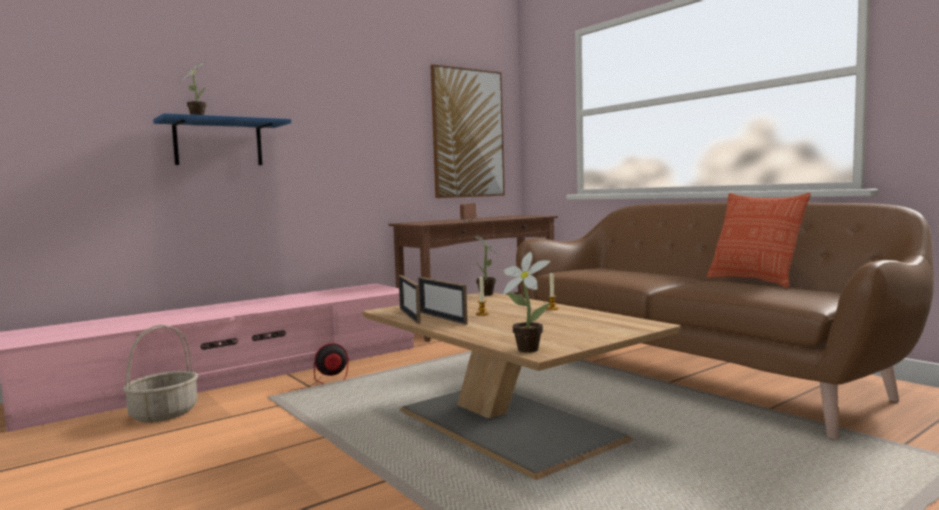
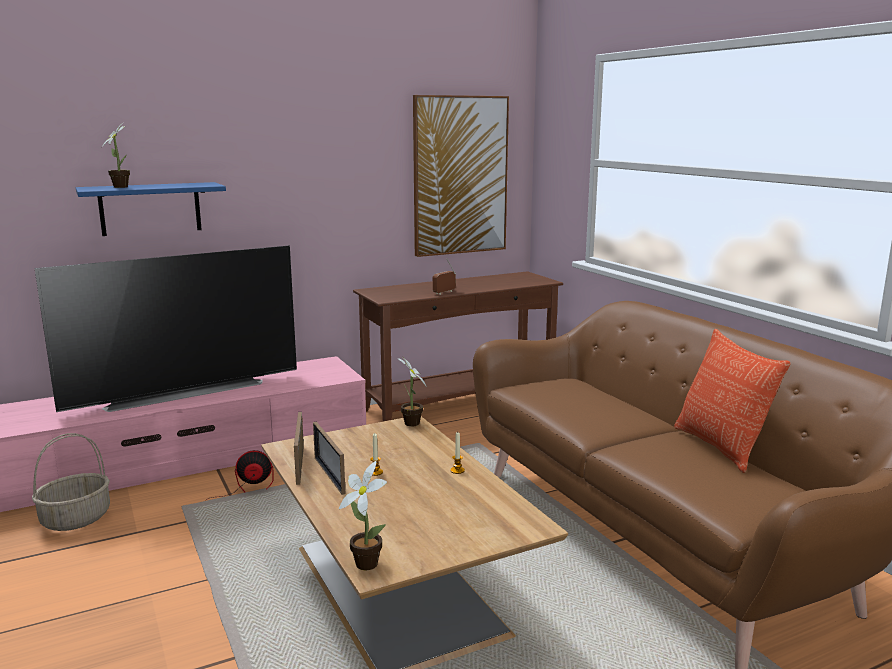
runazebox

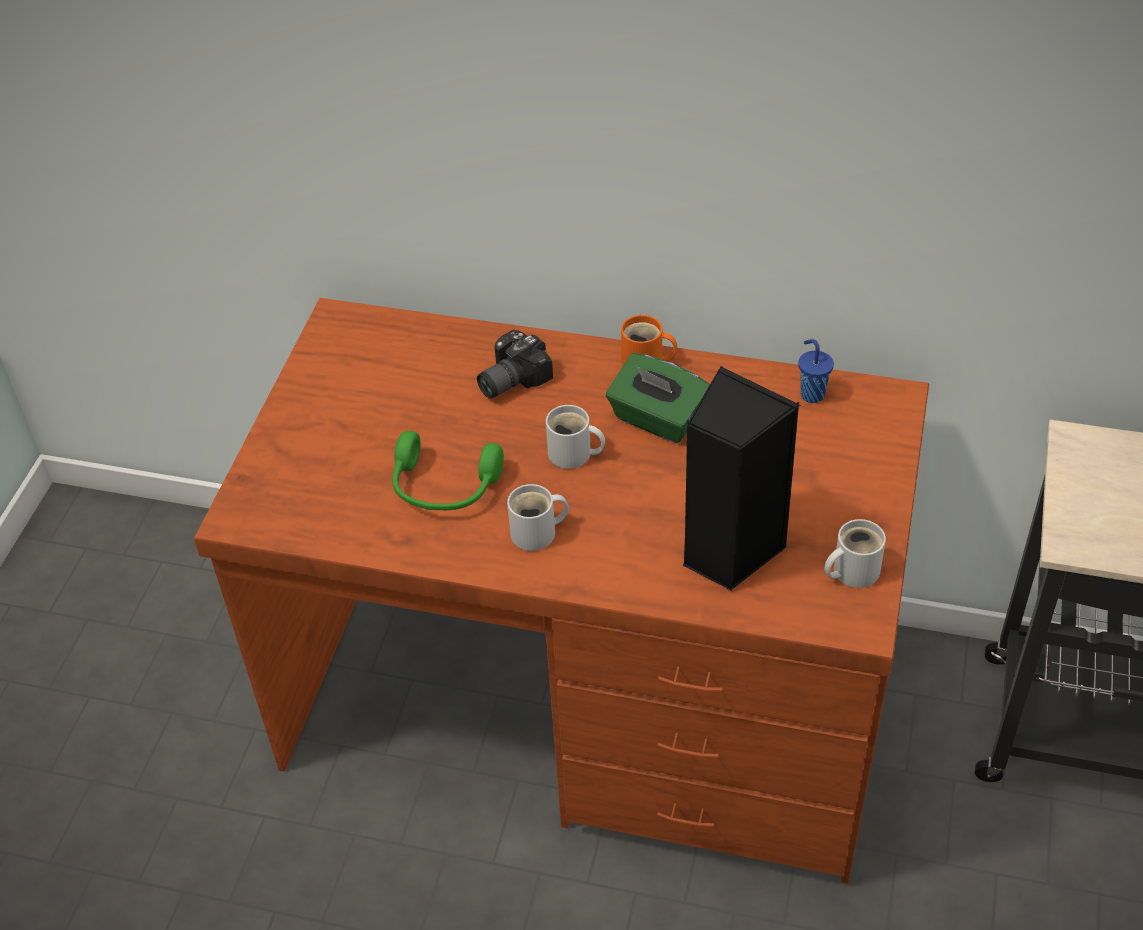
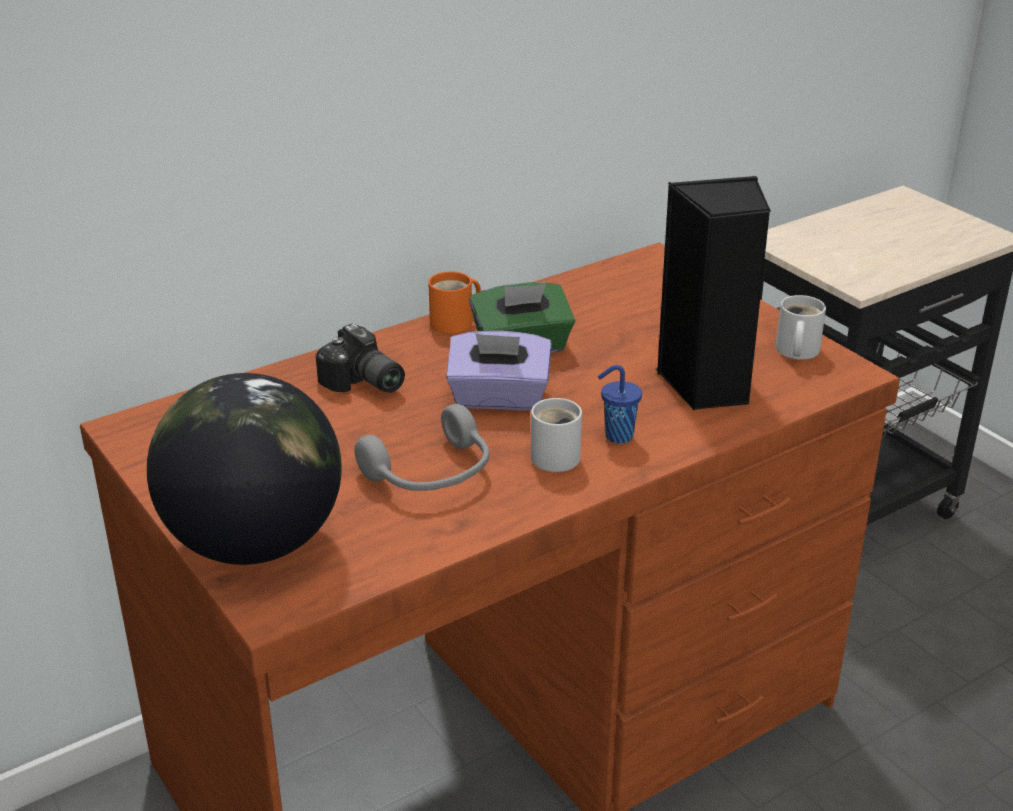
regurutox
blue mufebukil
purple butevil
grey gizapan
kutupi

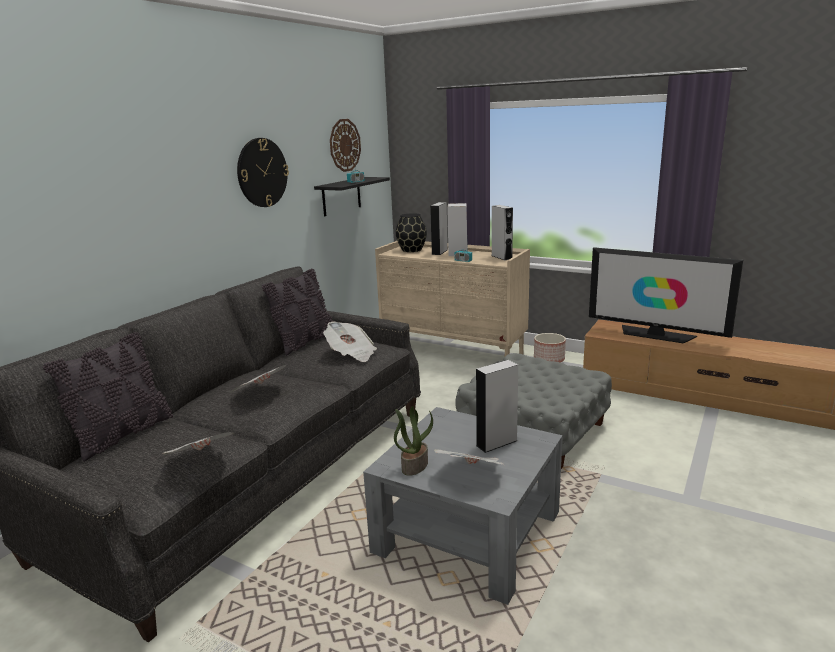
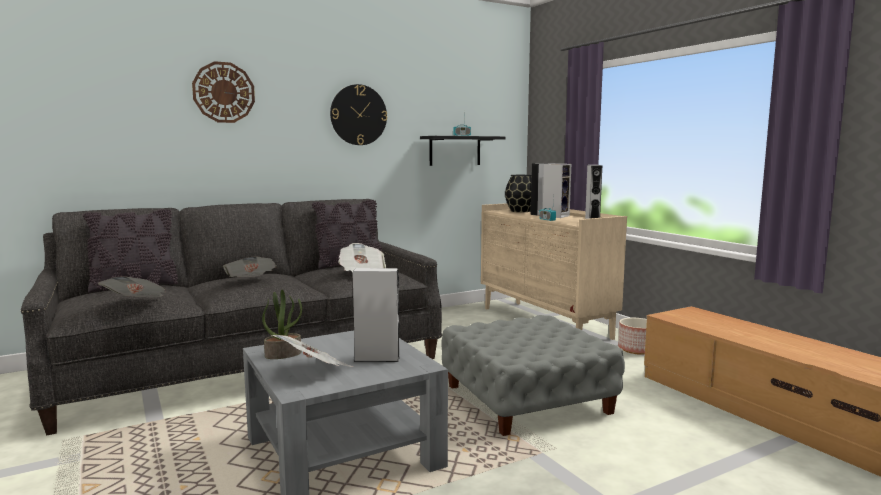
runazebox
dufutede (1st from left)

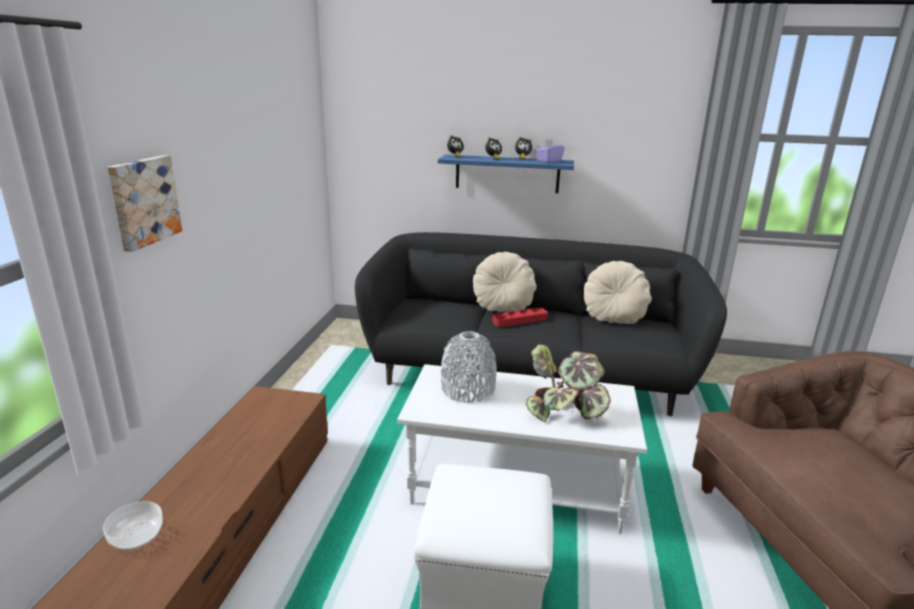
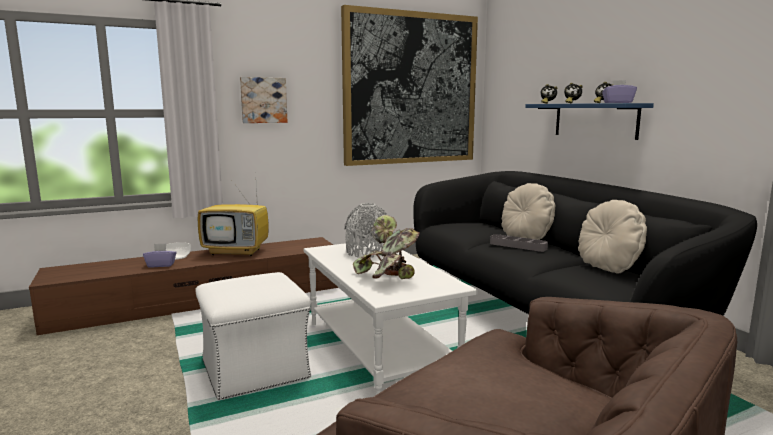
purple butevil (1st from left)
runazebox
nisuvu (2nd from left)
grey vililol

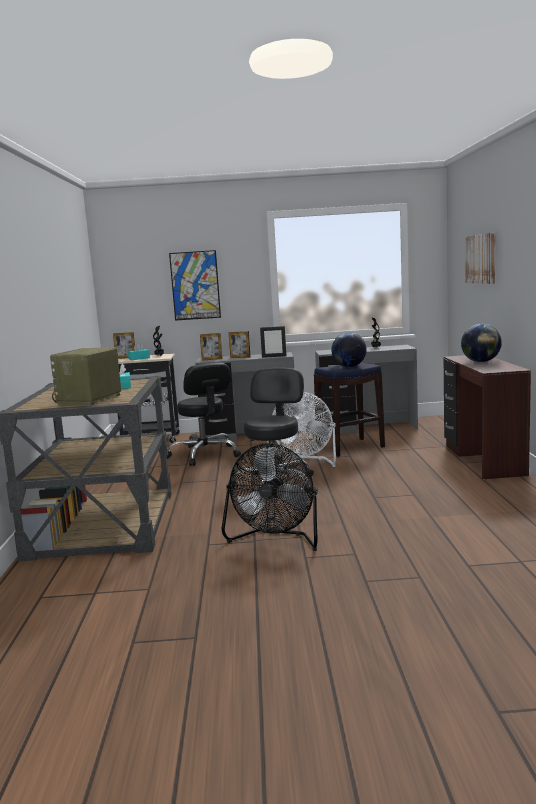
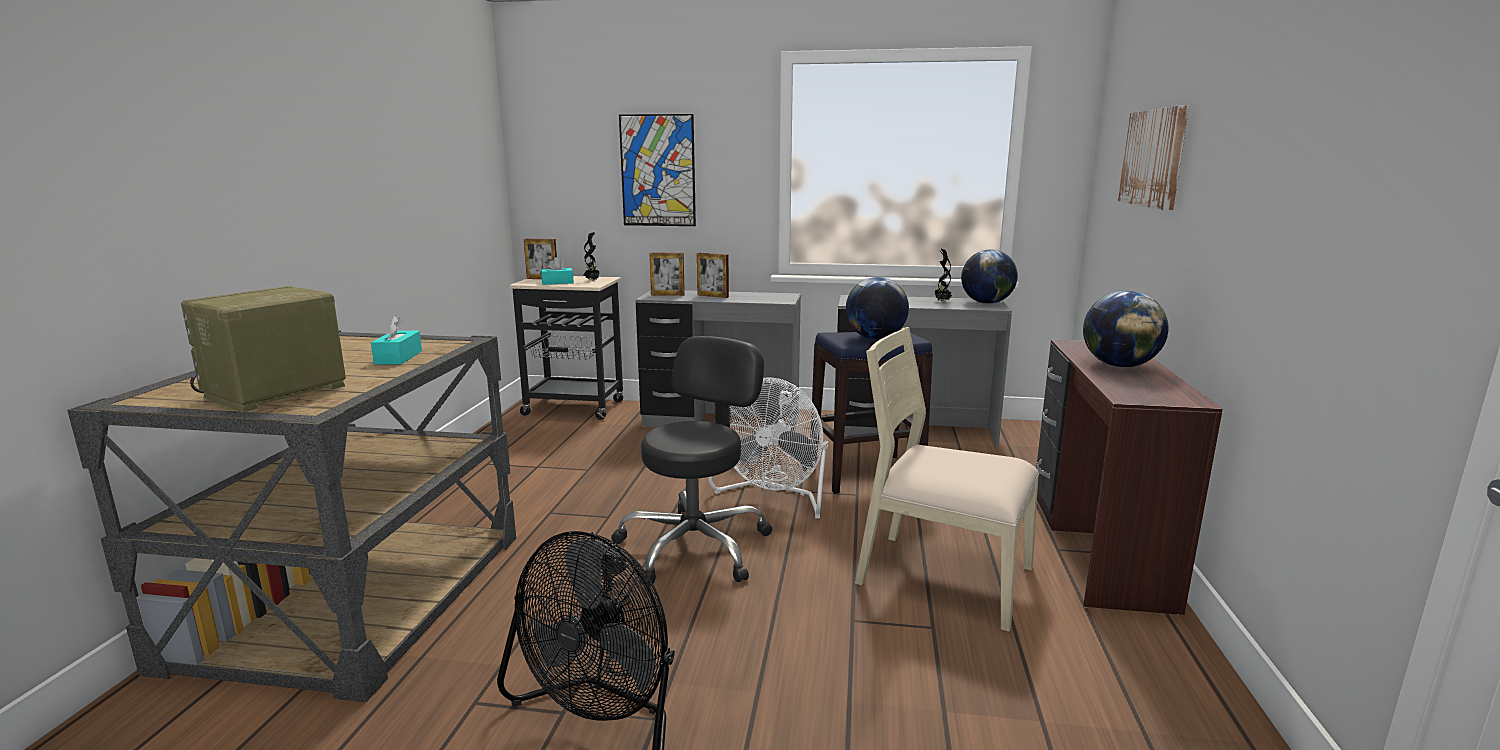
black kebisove (1st from left in the first image)
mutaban (4th from left in the first image)
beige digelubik
regurutox (2nd from left)

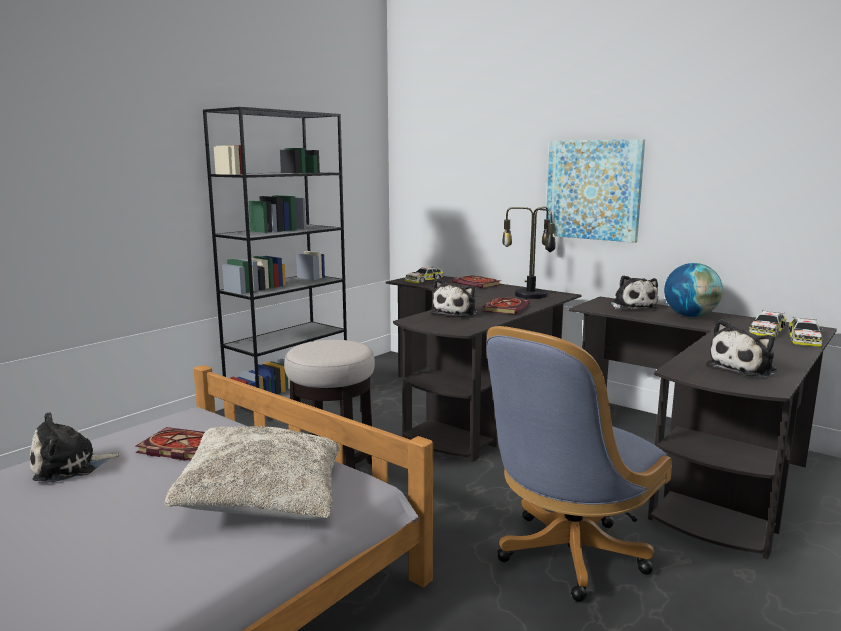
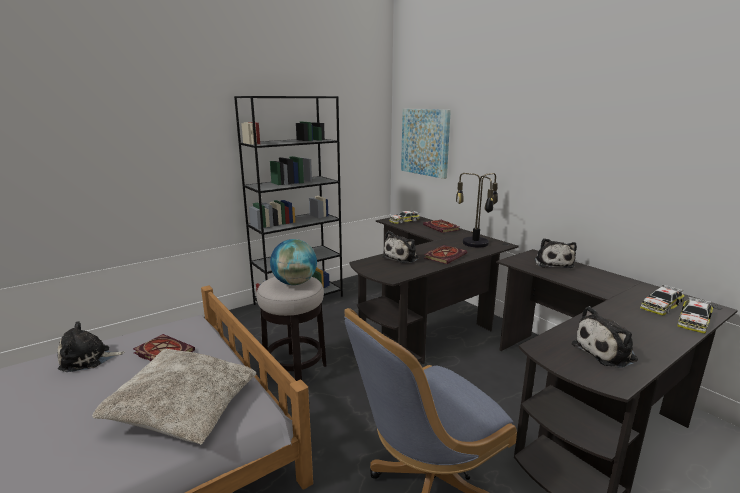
nisuvu
regurutox

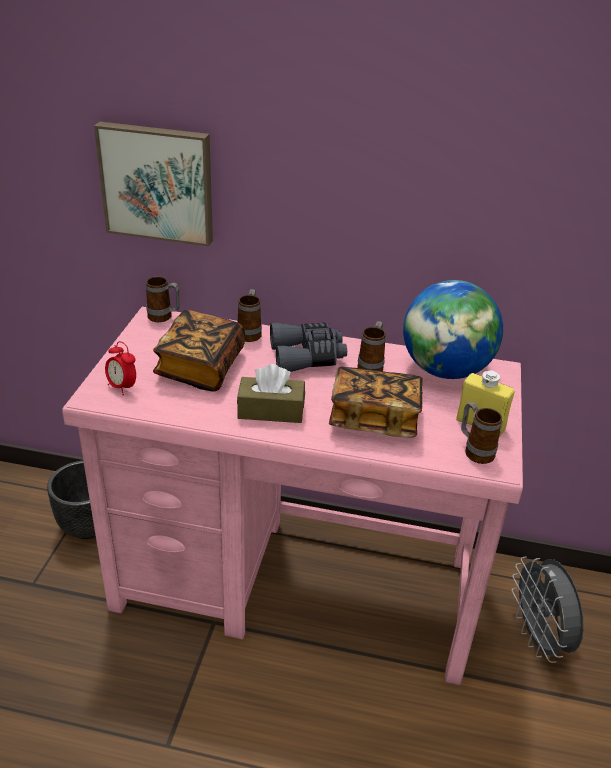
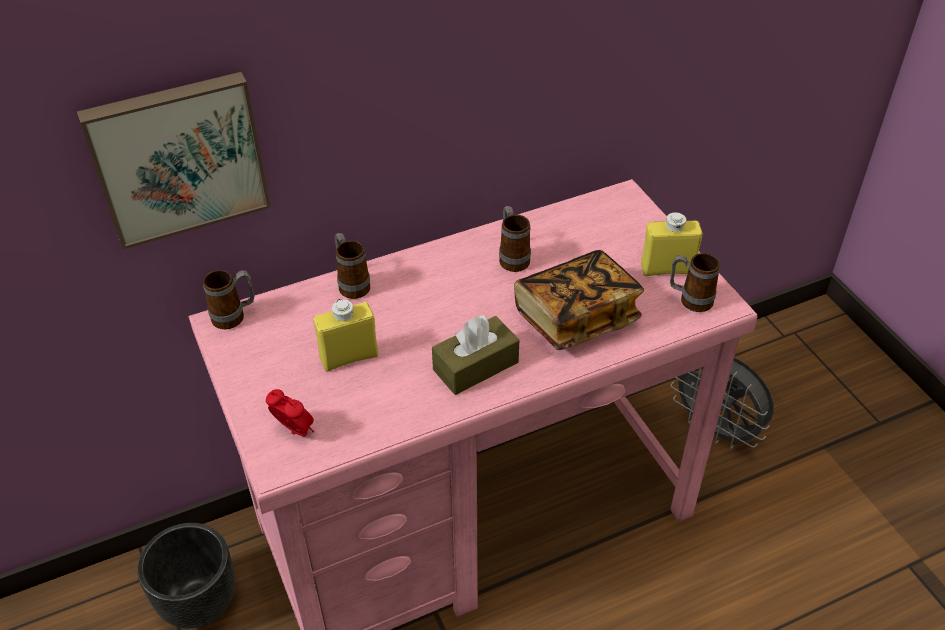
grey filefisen
regurutox
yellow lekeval (1st from left)
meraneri

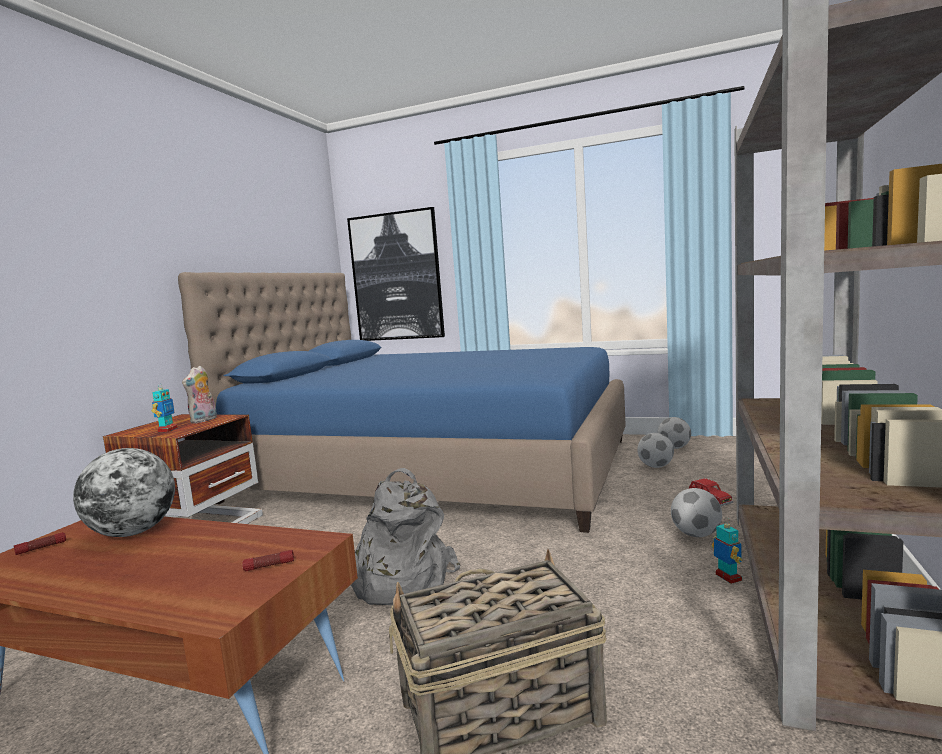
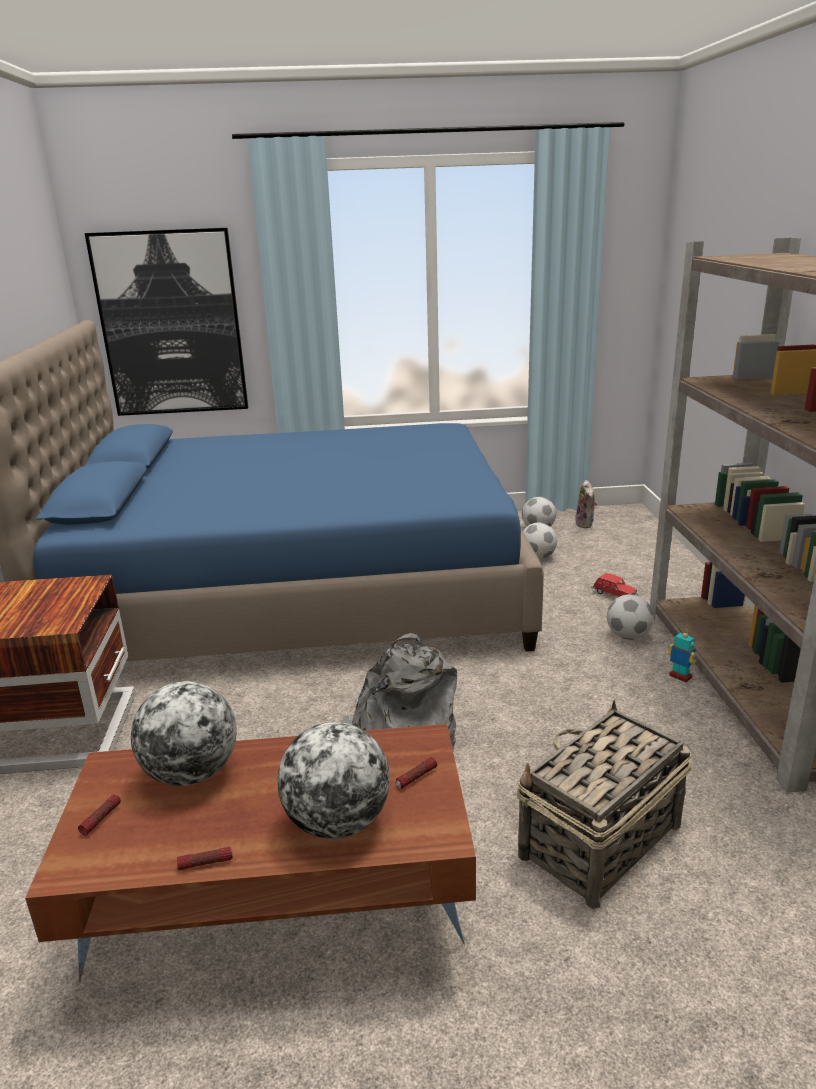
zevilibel (1st from left in the first image)
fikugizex (2nd from left)
regurutox (2nd from left)
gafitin

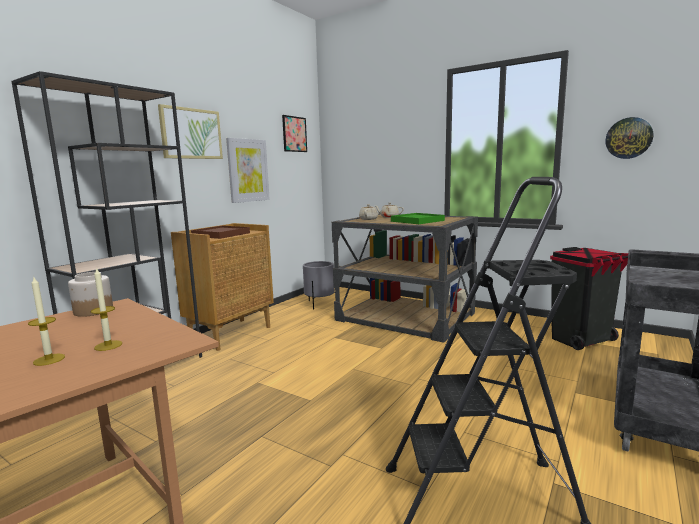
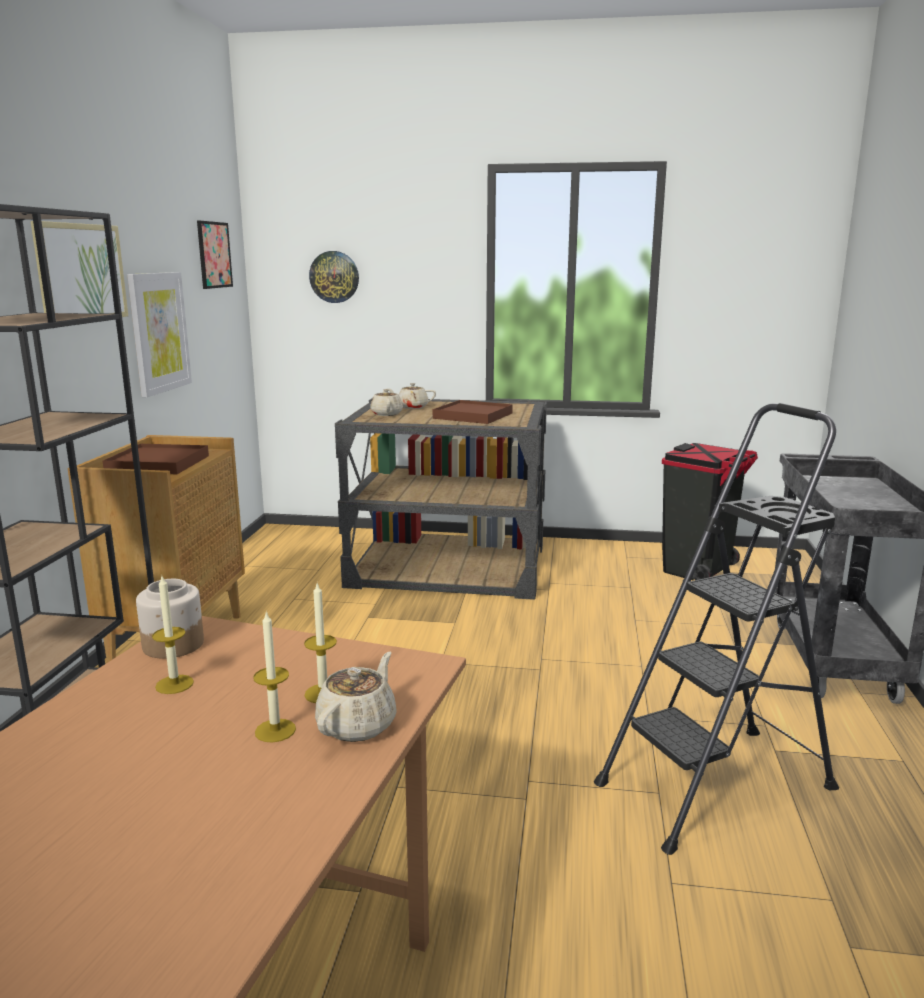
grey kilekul
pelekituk (1st from left)
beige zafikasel (1st from left)
dufutede
brown vililol (2nd from left)

